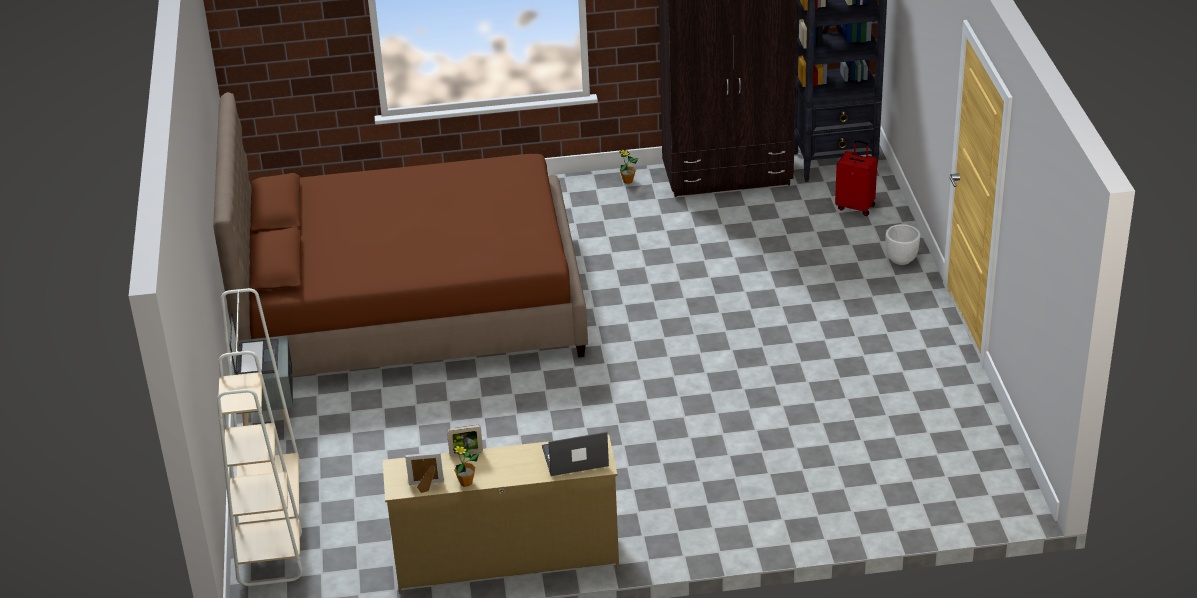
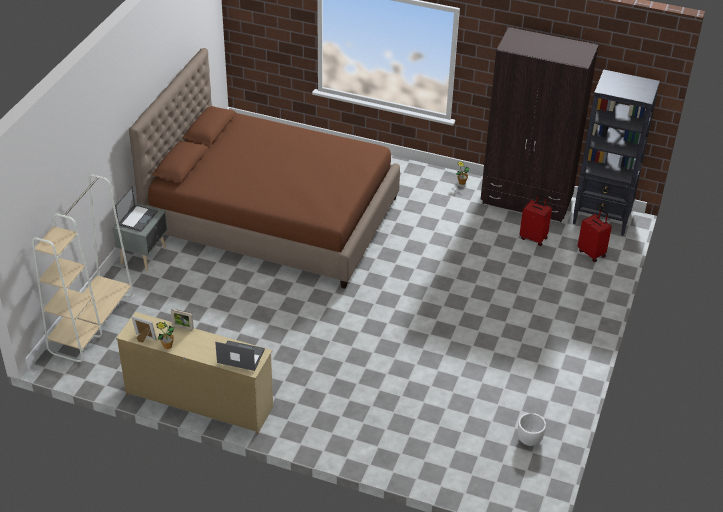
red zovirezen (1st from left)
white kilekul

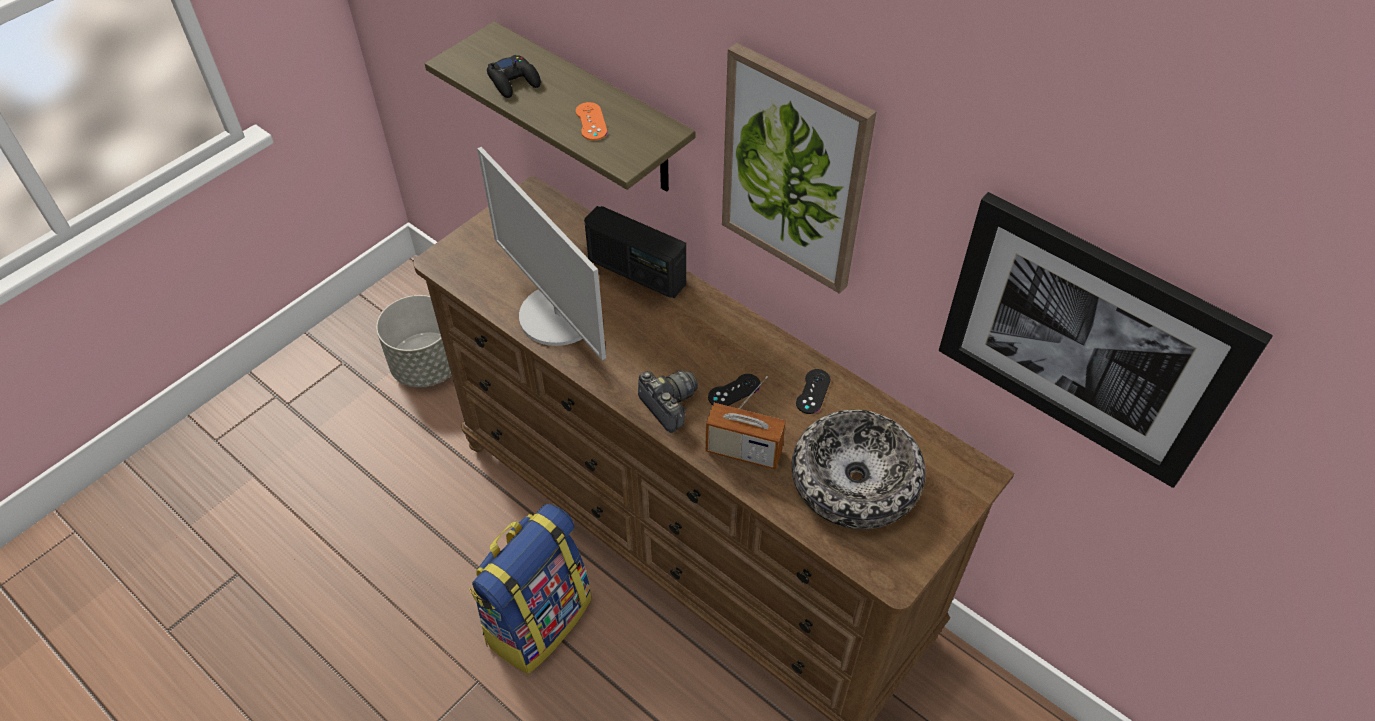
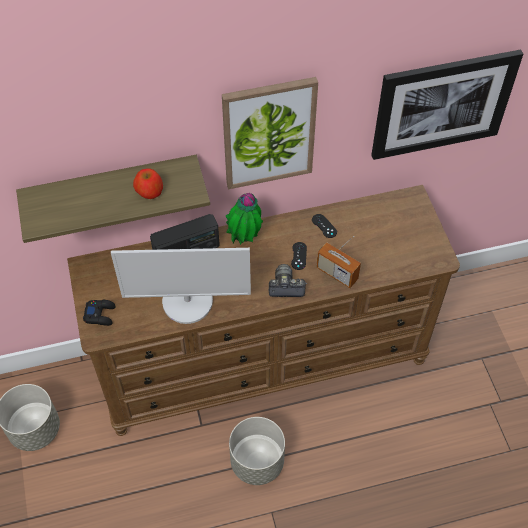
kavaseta
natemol
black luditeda (1st from left)
grey kilekul (2nd from left)
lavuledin
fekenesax (2nd from left)

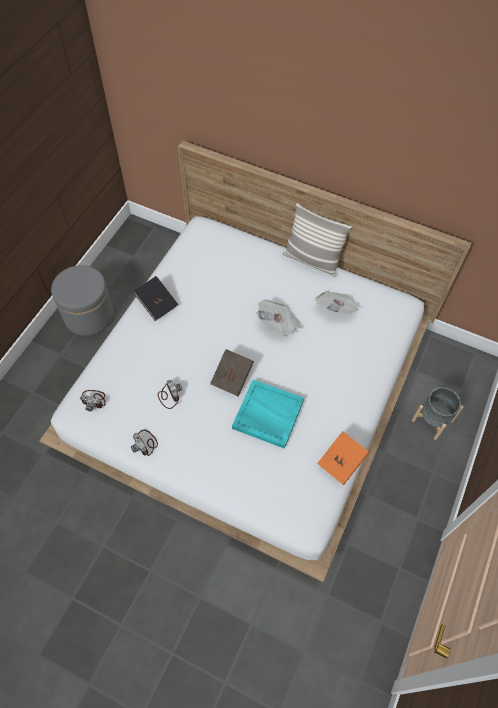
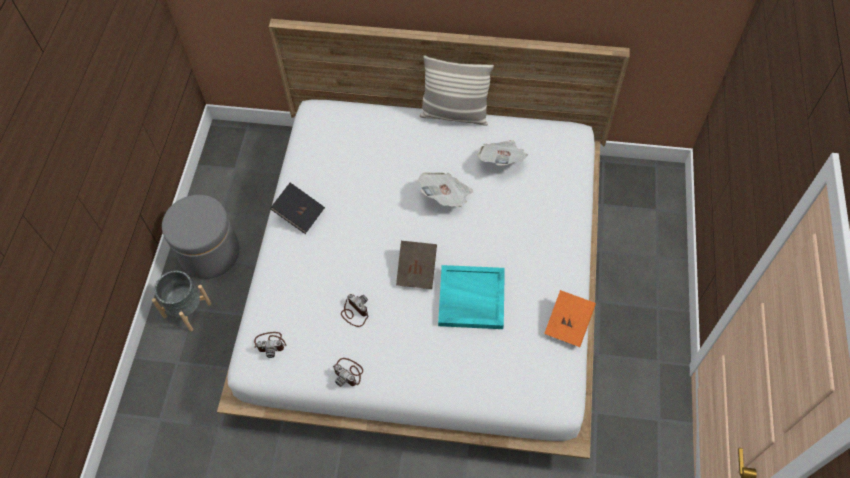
grey kilekul

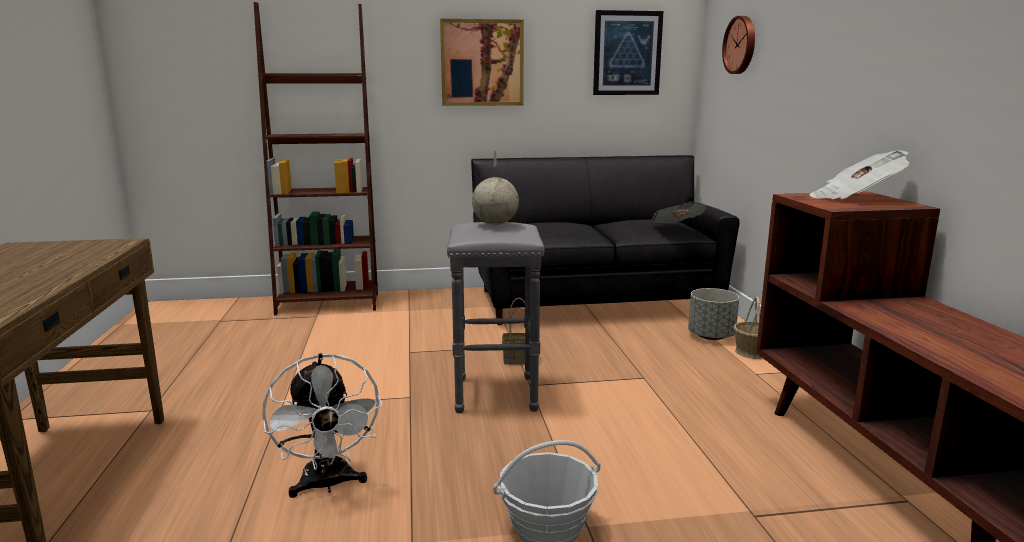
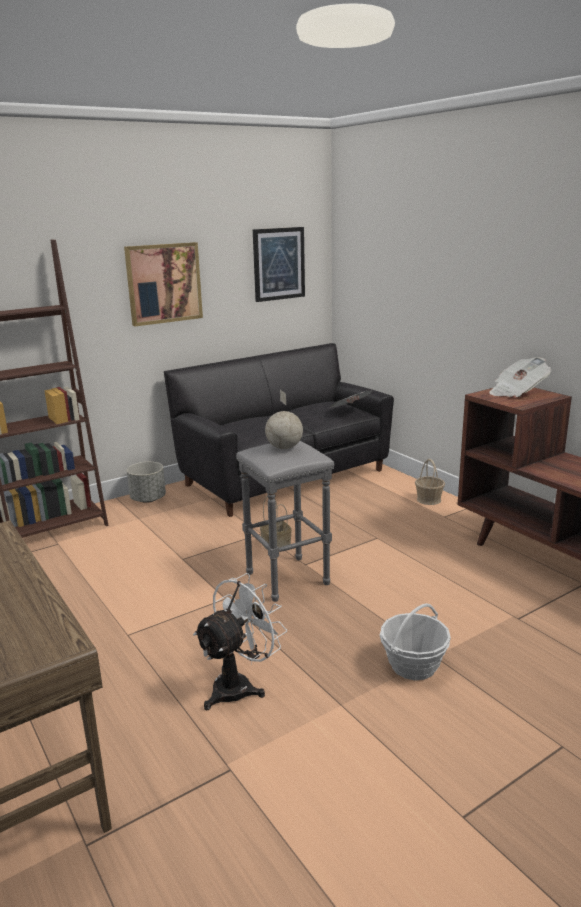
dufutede
grey kilekul
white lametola

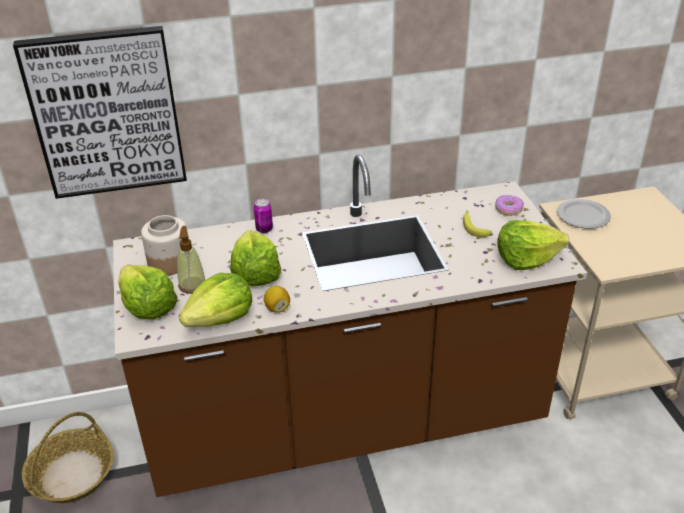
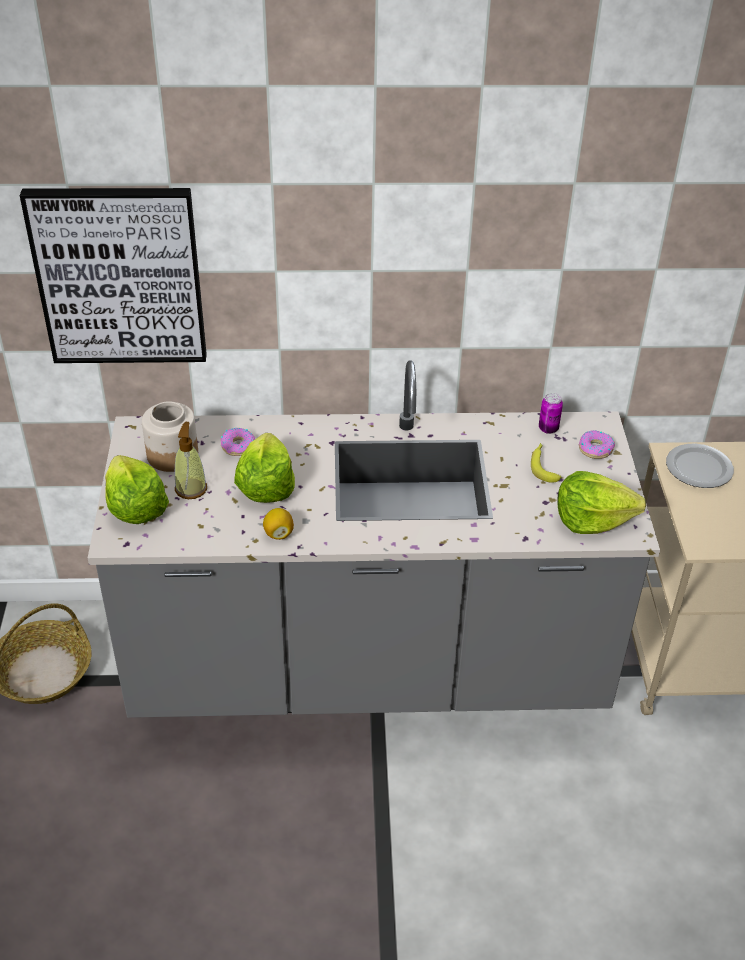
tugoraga (2nd from left in the first image)
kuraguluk (1st from left)
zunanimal
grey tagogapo

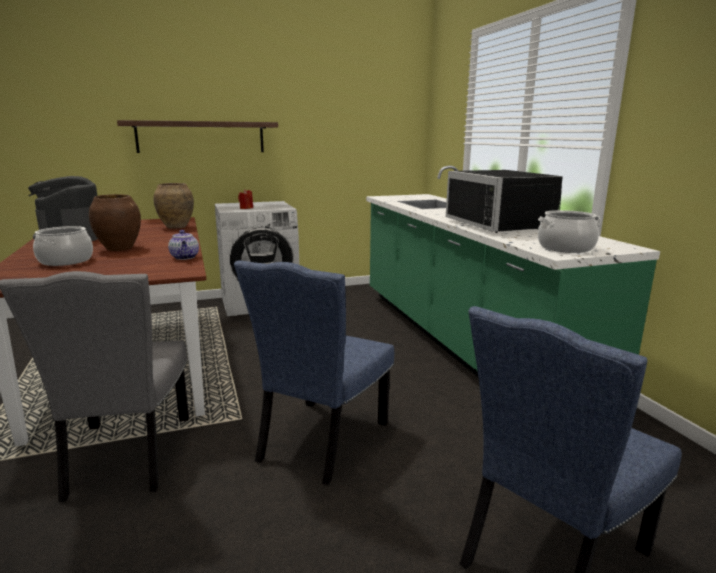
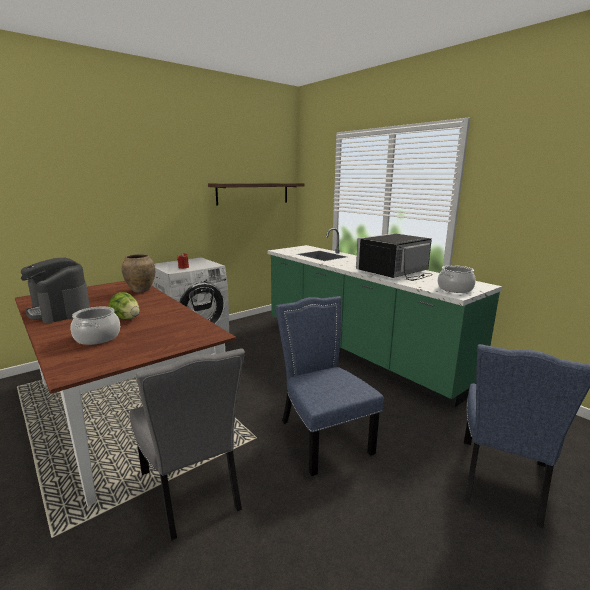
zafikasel
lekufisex
tugoraga
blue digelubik (1st from left)
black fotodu

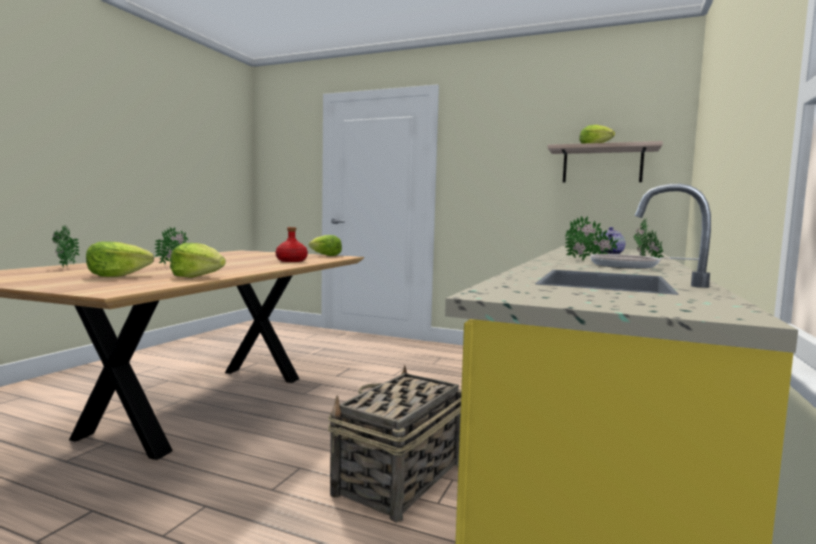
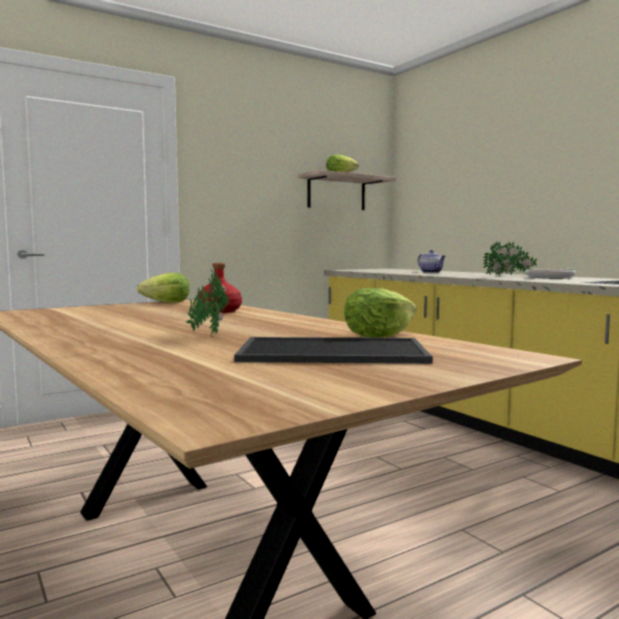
natemol (1st from left in the first image)
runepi
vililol

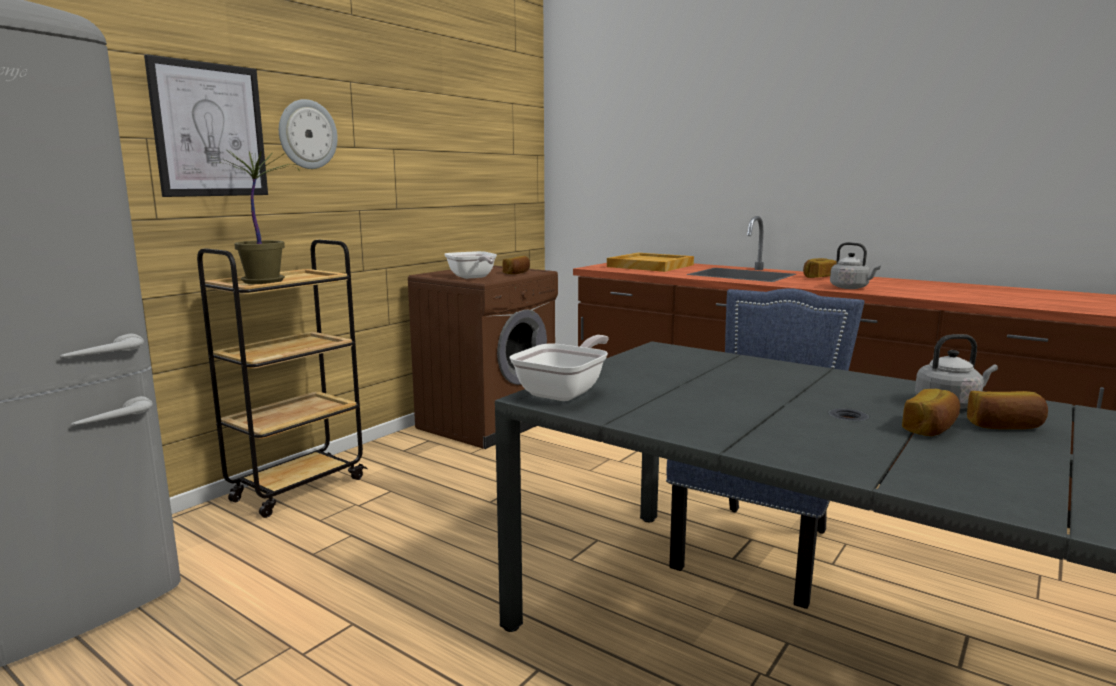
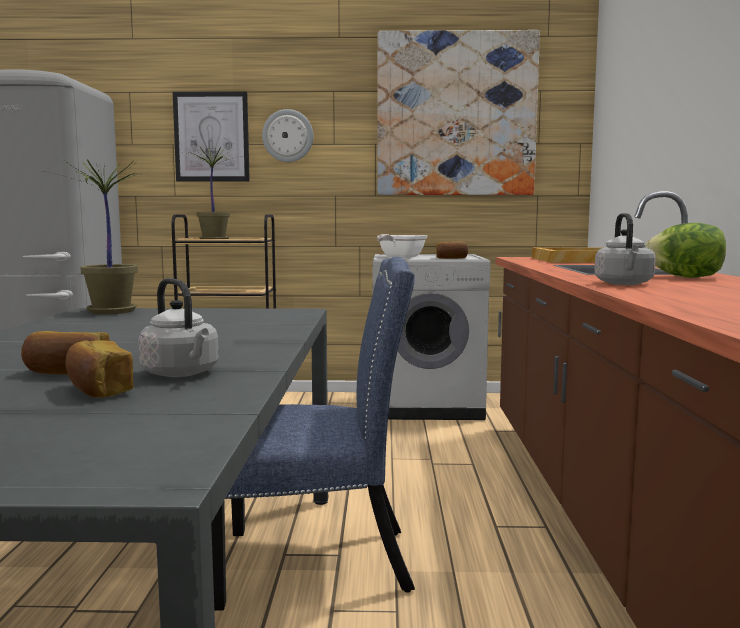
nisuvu (2nd from left)
natemol (1st from left)
tugoraga
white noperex

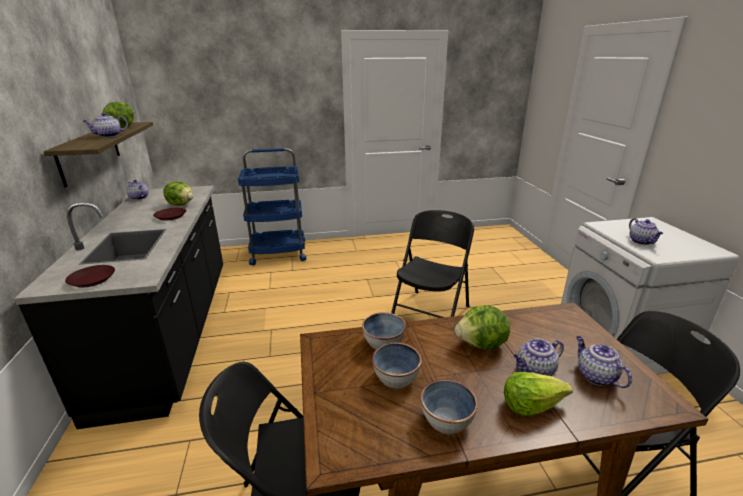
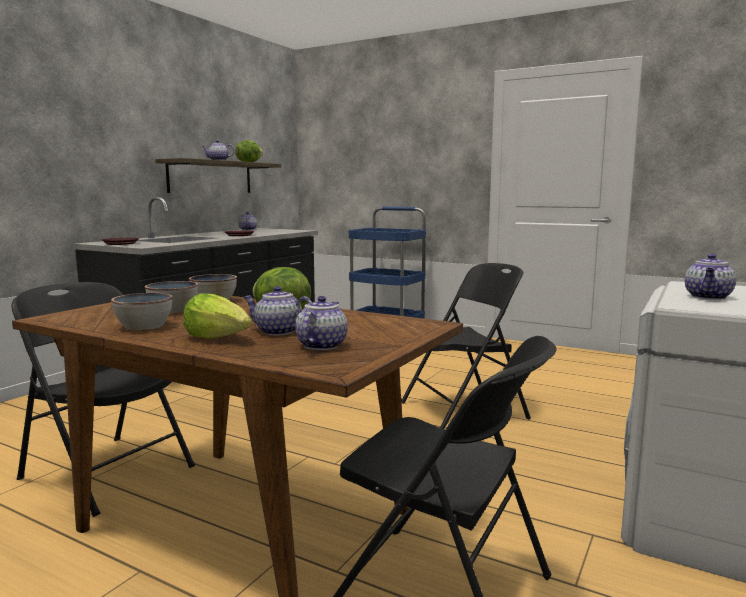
tugoraga (2nd from left in the first image)

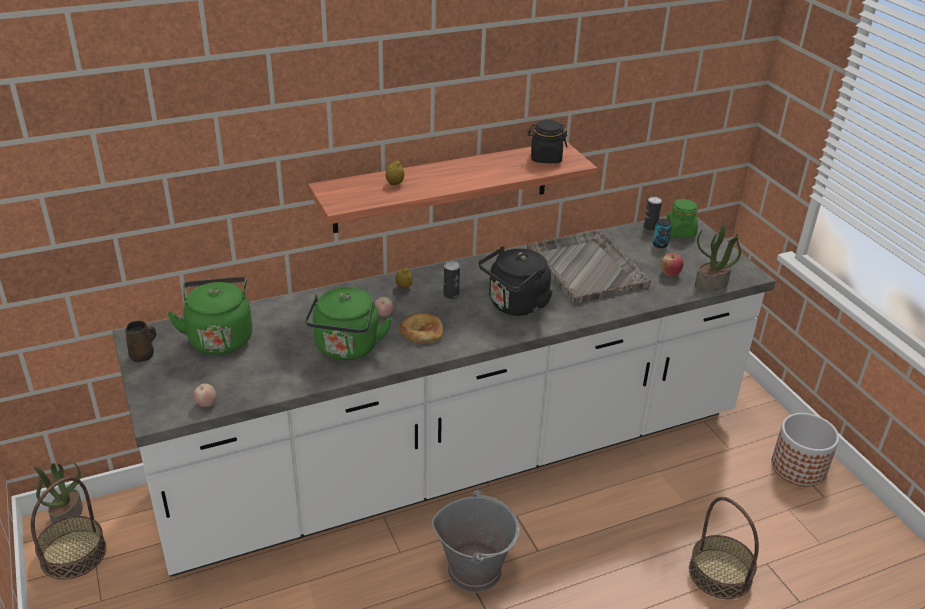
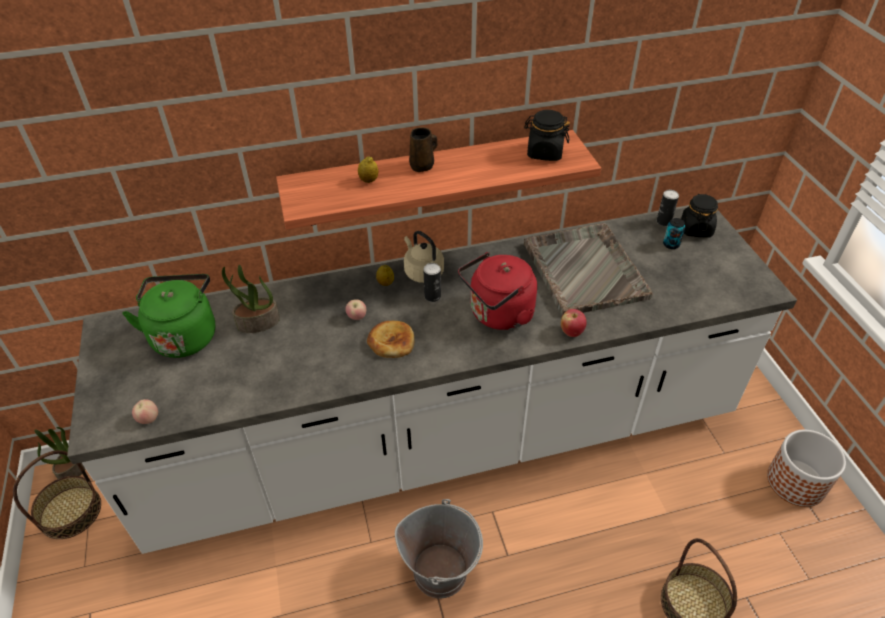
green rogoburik (2nd from left in the first image)
beige rogoburik
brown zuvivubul
lavuledin (3rd from left)
natemol (2nd from left)
red rogoburik
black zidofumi (2nd from left)

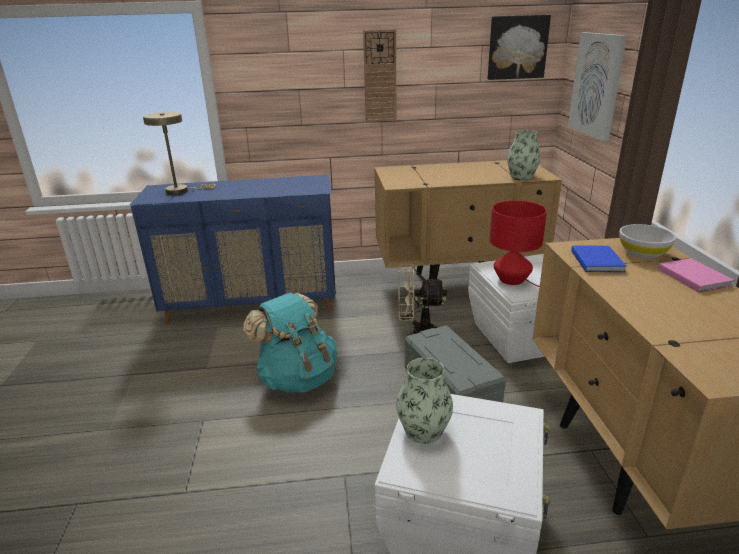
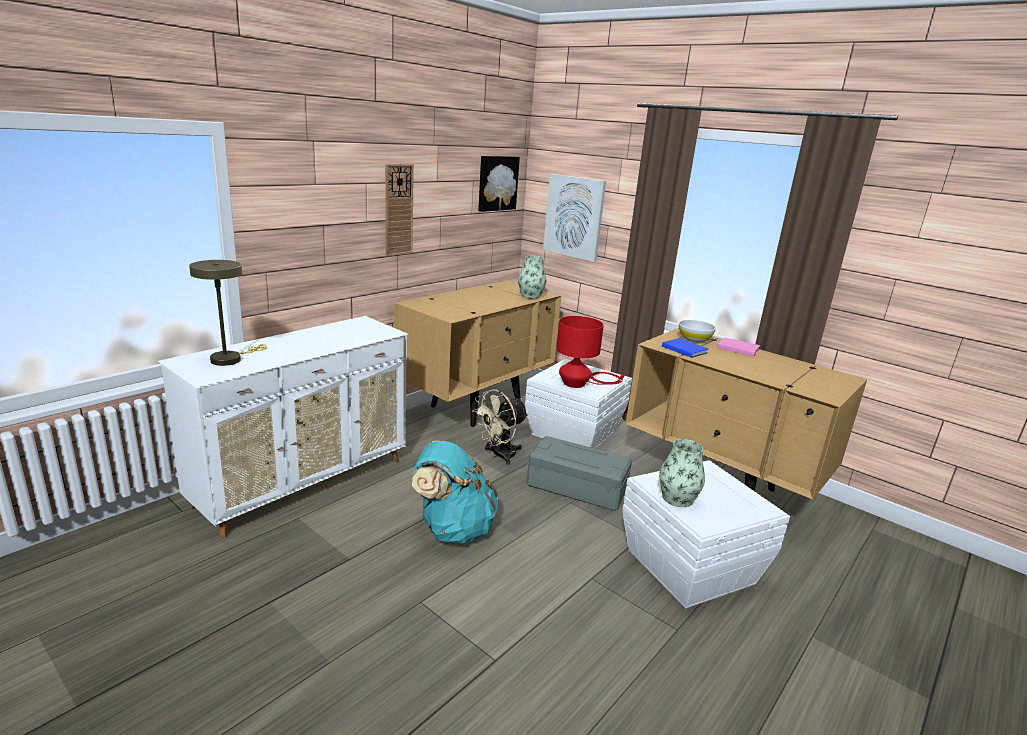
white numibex

